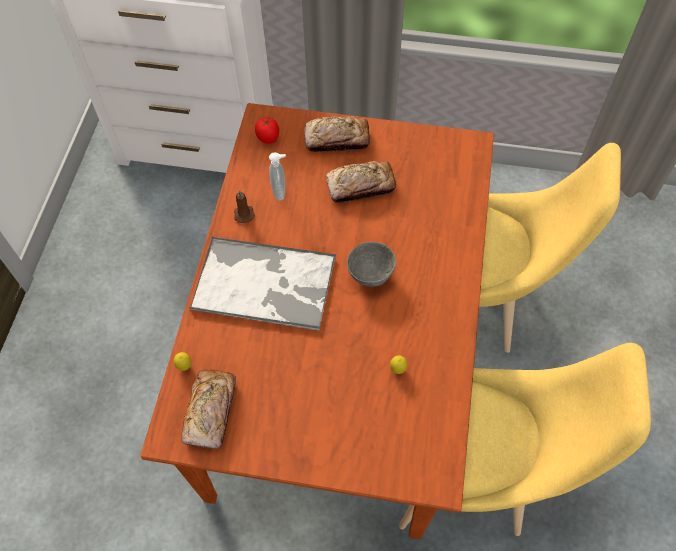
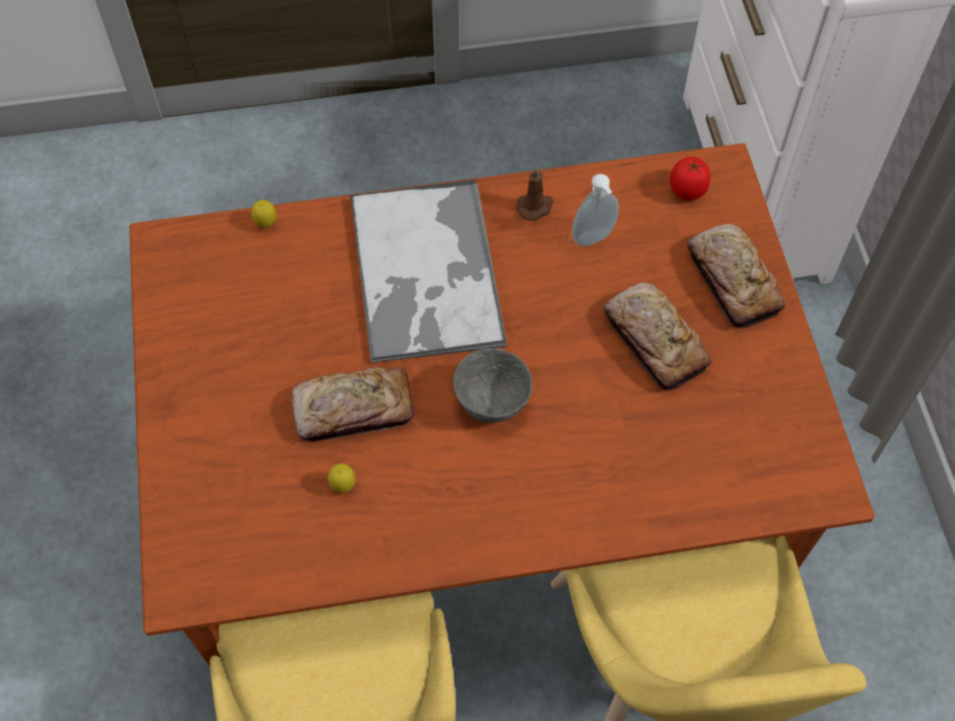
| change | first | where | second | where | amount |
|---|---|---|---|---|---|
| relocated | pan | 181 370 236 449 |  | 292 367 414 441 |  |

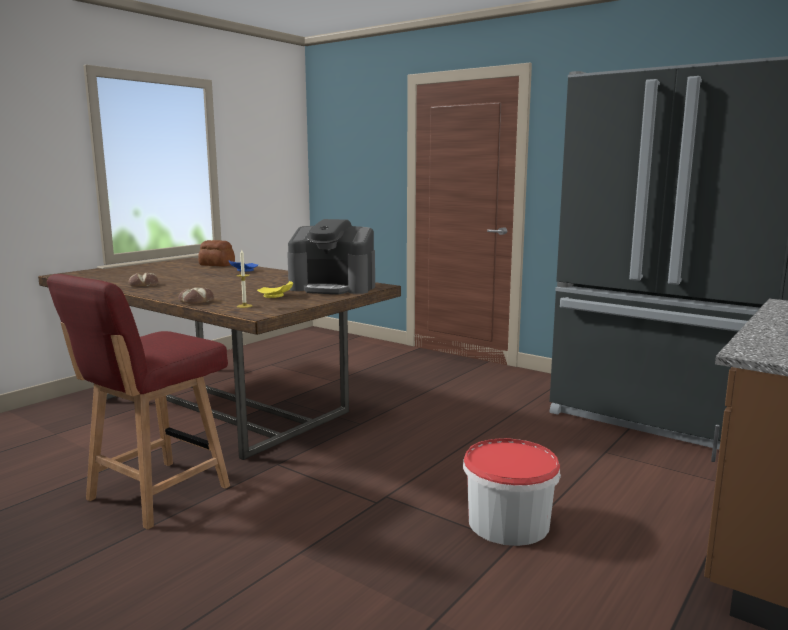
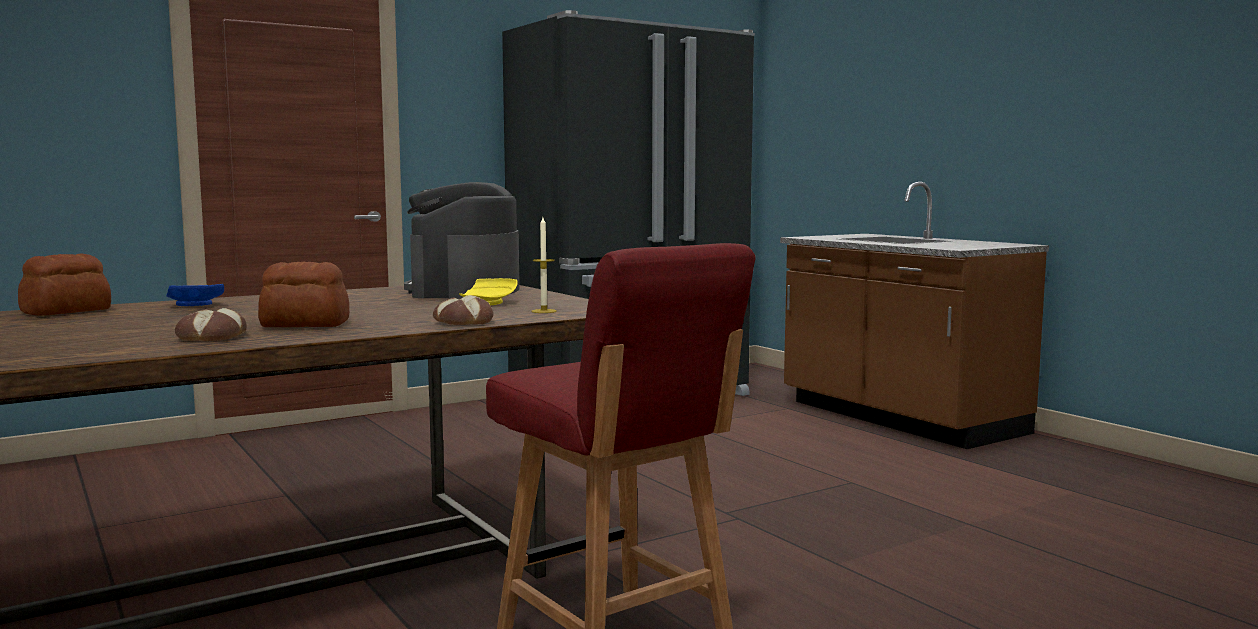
| change | first | where | second | where | amount |
|---|---|---|---|---|---|
| missing | cubo | 463 438 561 546 |  |  |  |
| appeared |  |  | pan | 258 262 349 327 |  |
| spun | cafetera | 287 219 375 294 |  | 404 182 519 299 | 150 degrees clockwise |

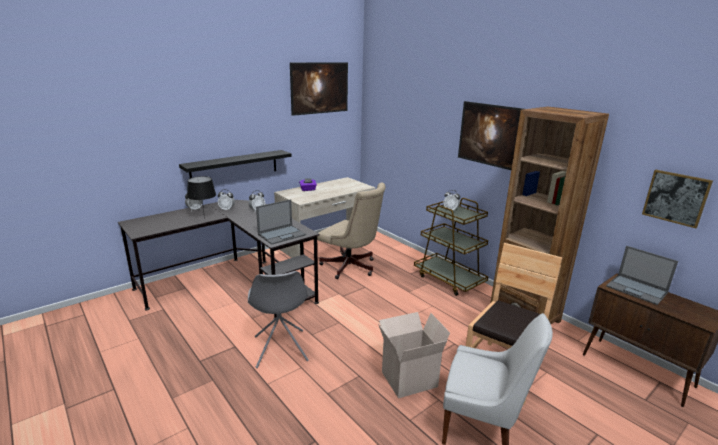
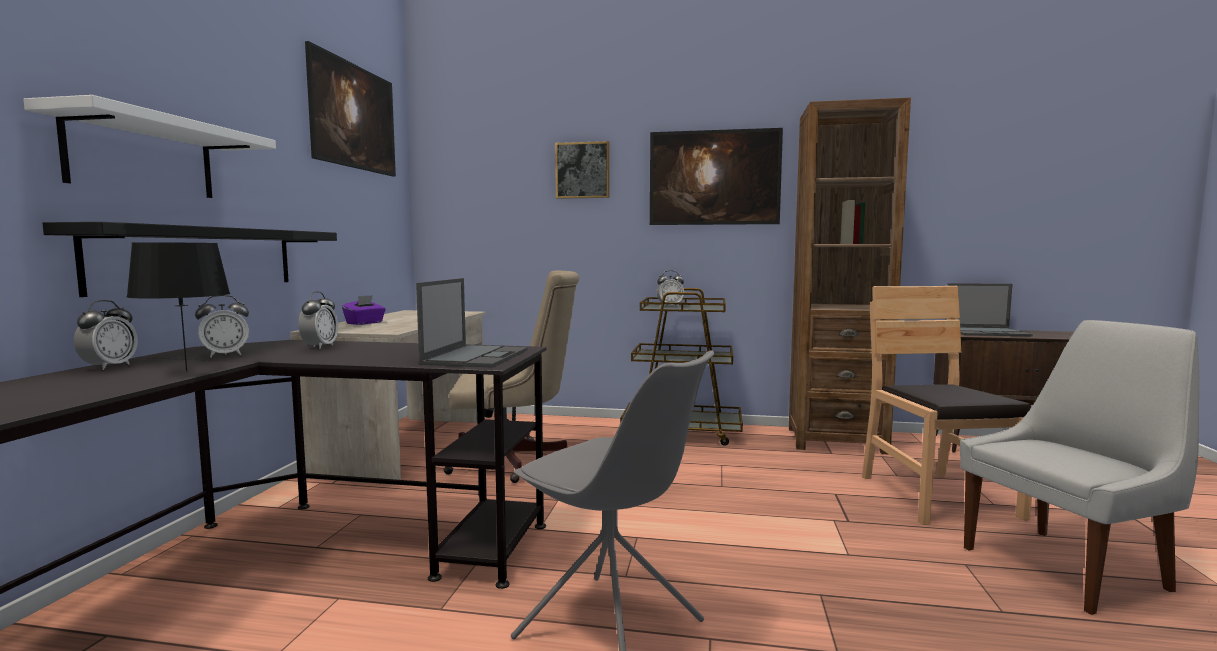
| change | first | where | second | where | amount |
|---|---|---|---|---|---|
| missing | caja de cartón | 378 312 450 398 |  |  |  |
| appeared |  |  | estante [blanco] | 23 95 276 198 |  |
| relocated | cuadro | 642 170 713 228 |  | 555 141 610 199 |  |

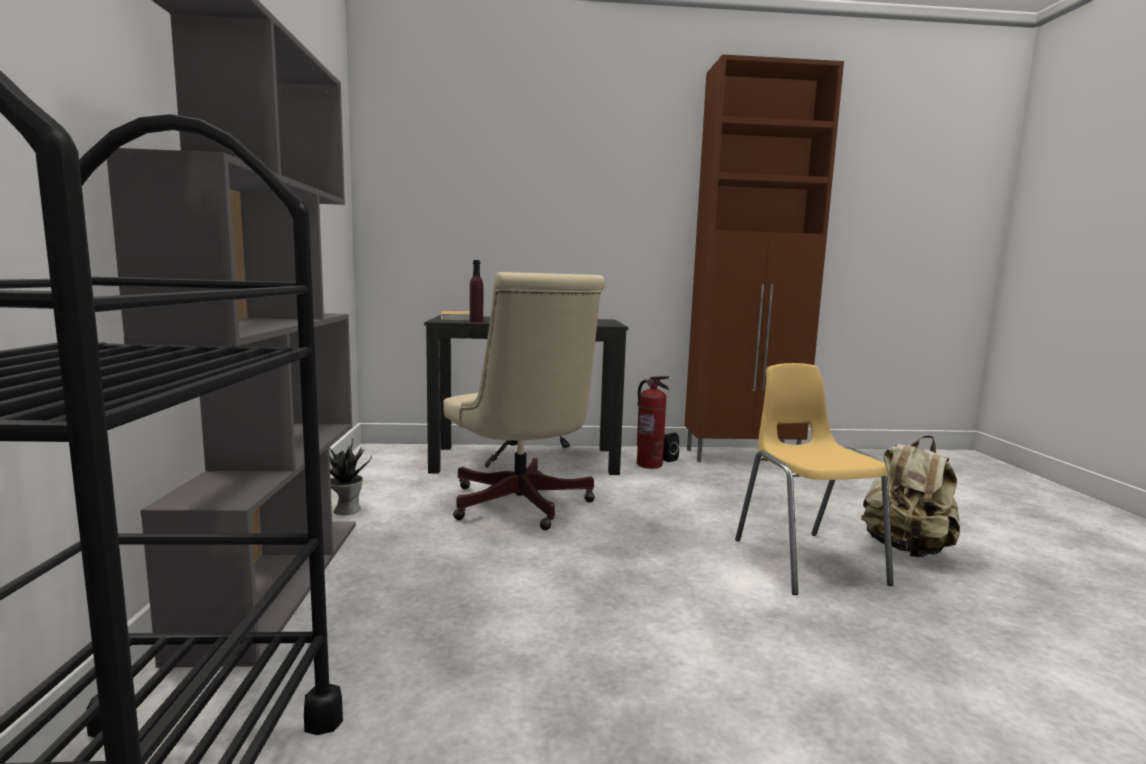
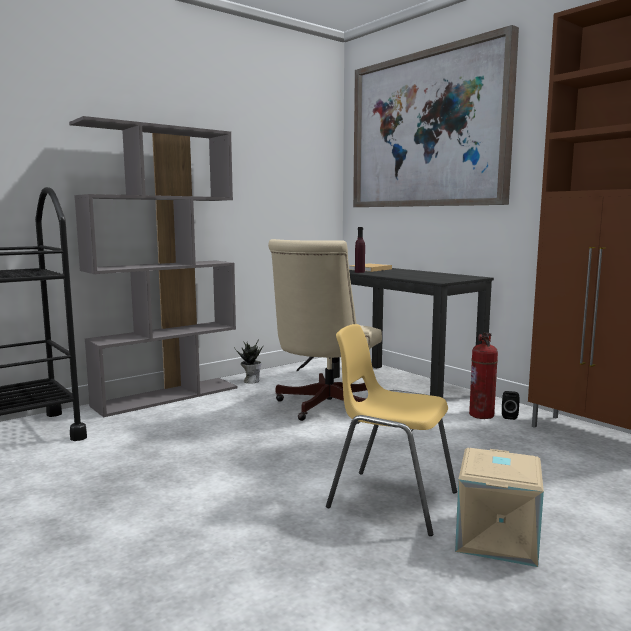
| change | first | where | second | where | amount |
|---|---|---|---|---|---|
| appeared |  |  | cuadro | 353 25 519 207 |  |
| exchanged | mochila [beis] | 861 436 960 557 | caja de almacenaje [beis] | 455 448 544 567 |  |
| spun | silla [amarillo] | 735 363 894 595 |  | 326 324 457 536 | 105 degrees counterclockwise |

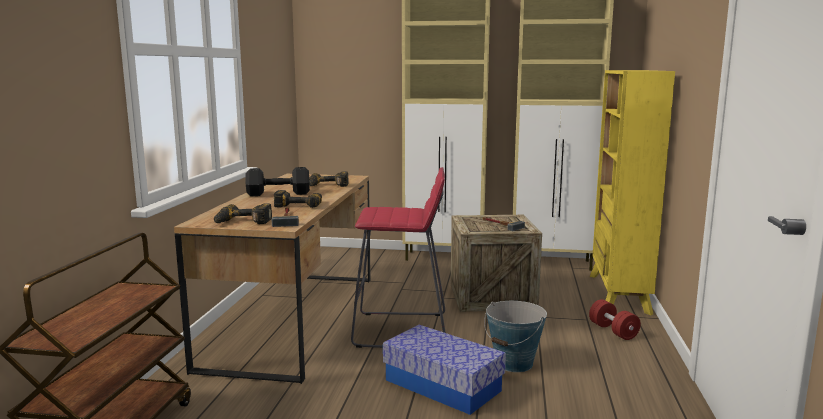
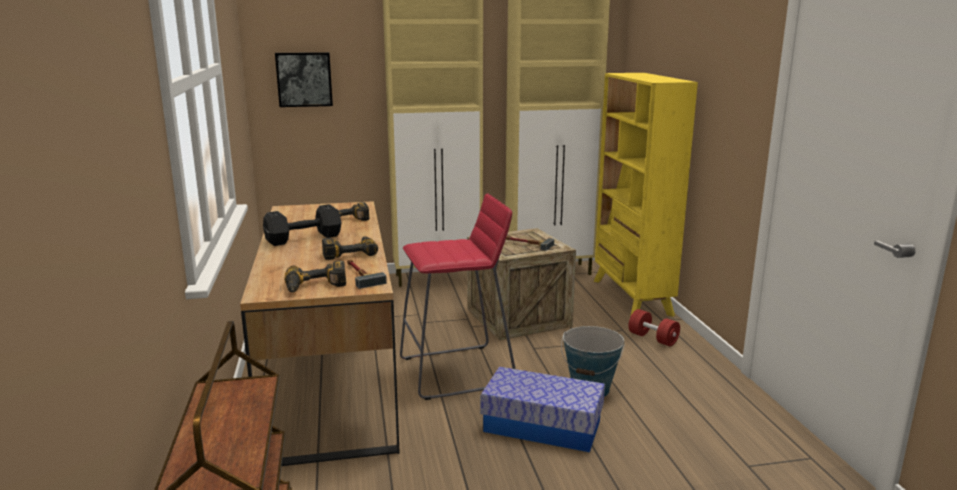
| change | first | where | second | where | amount |
|---|---|---|---|---|---|
| appeared |  |  | cuadro | 275 52 333 107 |  |

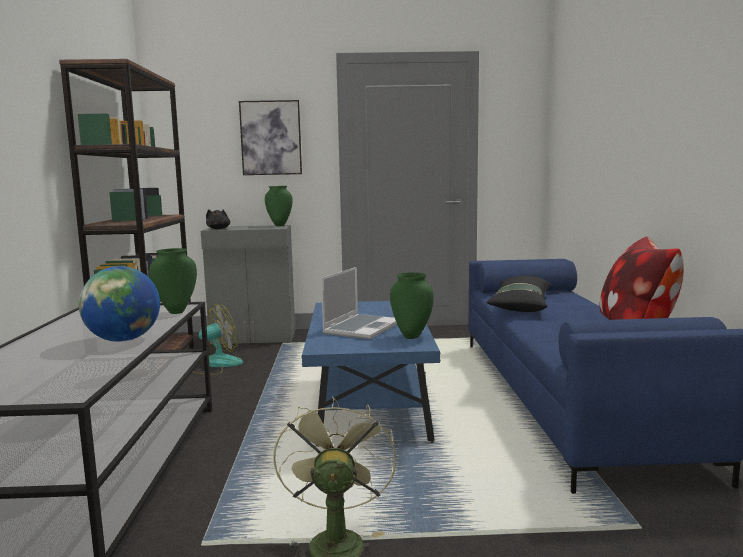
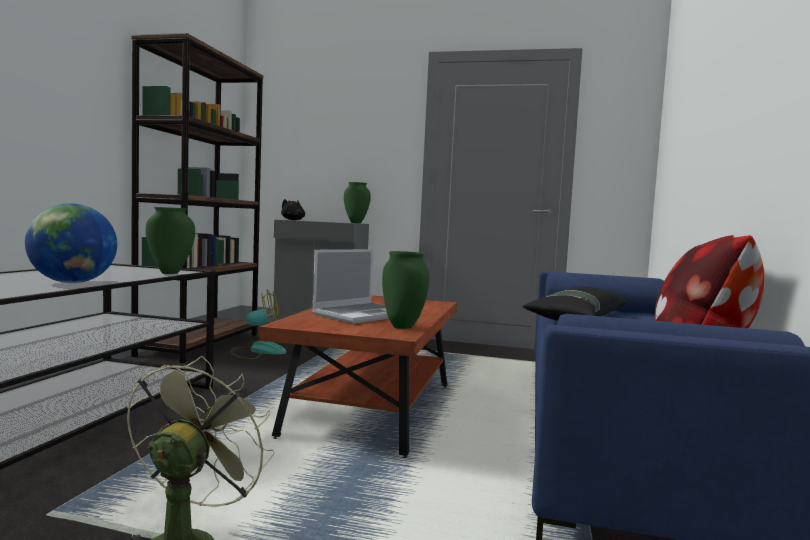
| change | first | where | second | where | amount |
|---|---|---|---|---|---|
| missing | cuadro | 239 100 302 175 |  |  |  |
| colour | mesa de centro [azul] | 302 301 440 447 | mesa de centro [marrón] | 259 296 457 458 |  |

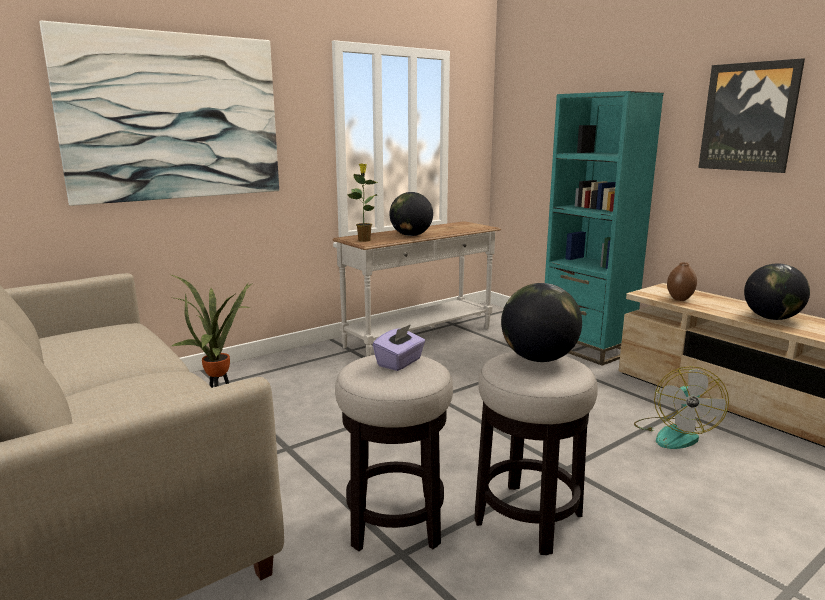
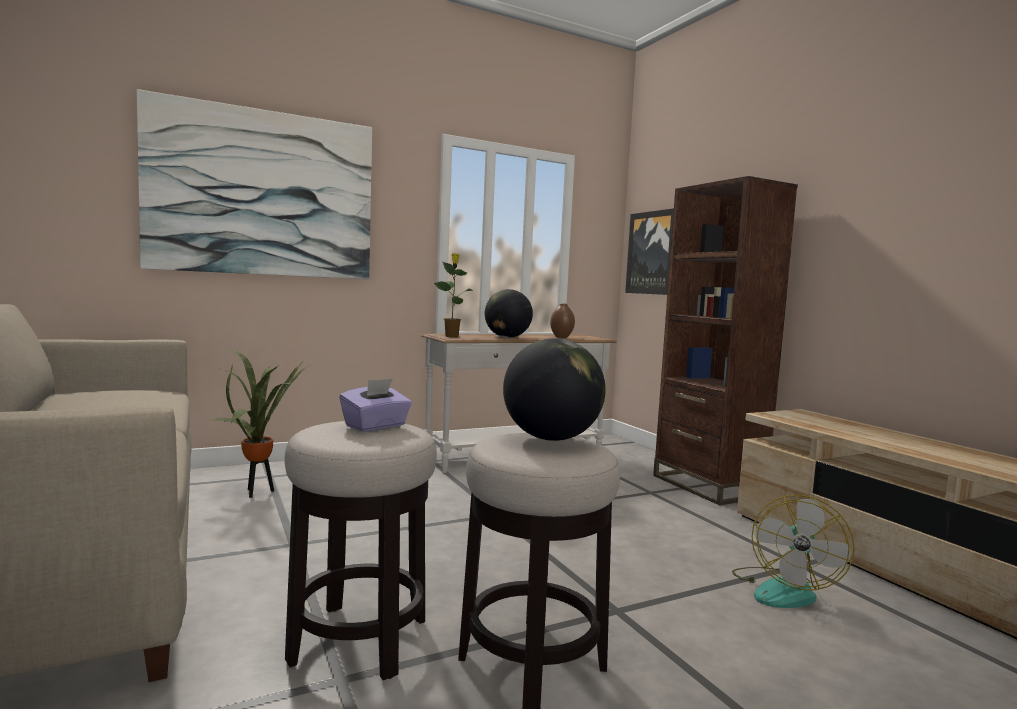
| change | first | where | second | where | amount |
|---|---|---|---|---|---|
| missing | globo terráqueo | 744 264 810 320 |  |  |  |
| relocated | florero [marrón] | 667 262 697 301 |  | 550 303 575 338 |  |
| relocated | cuadro | 698 58 805 173 |  | 625 208 674 295 |  |
| colour | estantería [turquesa] | 545 91 664 366 | estantería [marrón] | 653 176 798 505 |  |

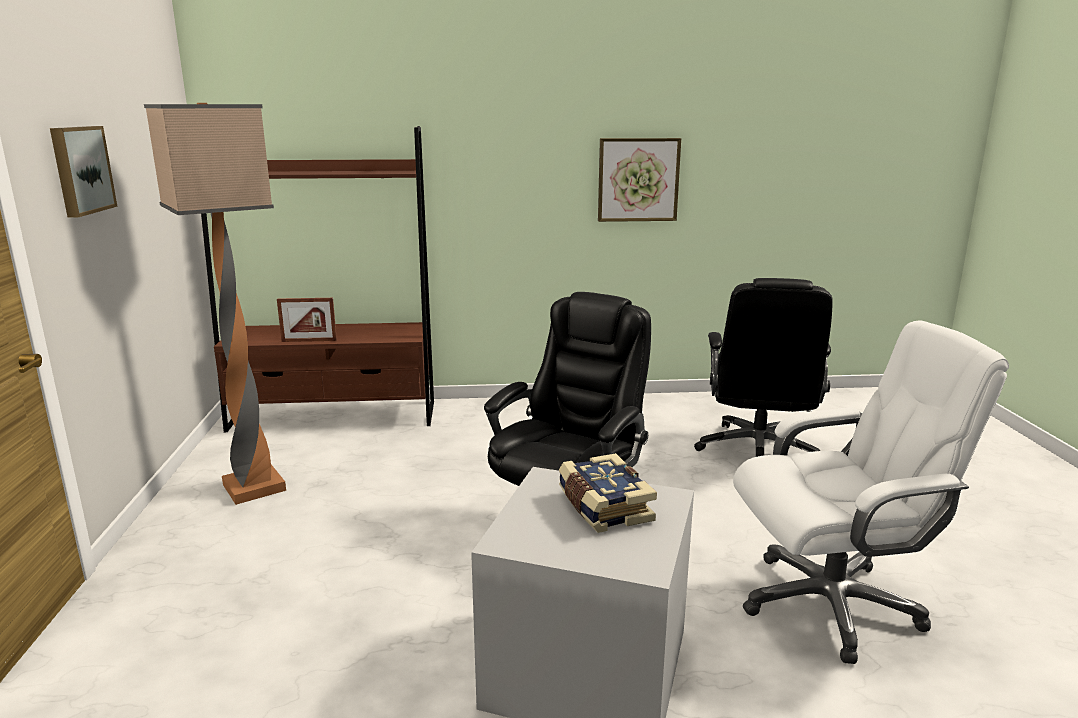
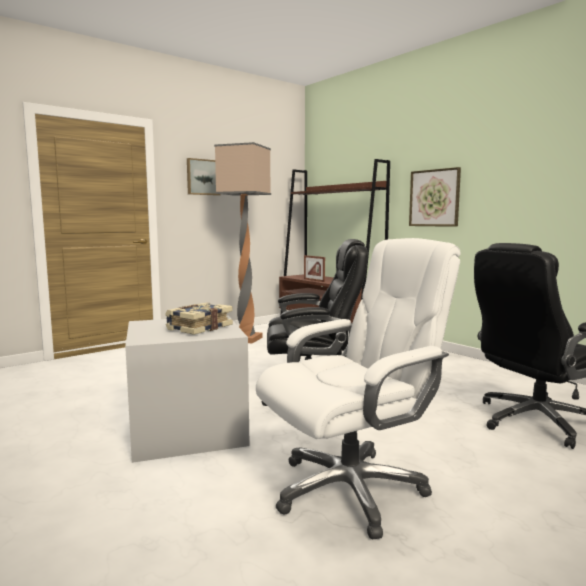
| change | first | where | second | where | amount |
|---|---|---|---|---|---|
| relocated | cuadro | 598 138 681 222 |  | 409 167 461 227 |  |
| spun | silla de oficina [blanco] | 733 320 1009 664 |  | 256 238 461 540 | 75 degrees counterclockwise |

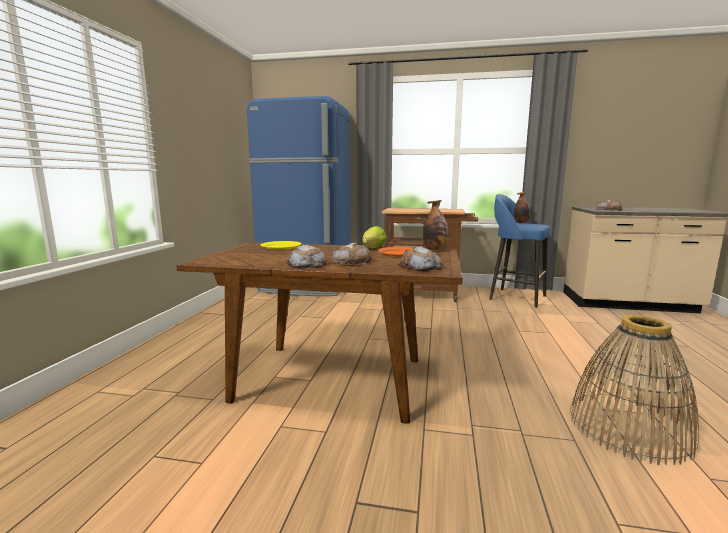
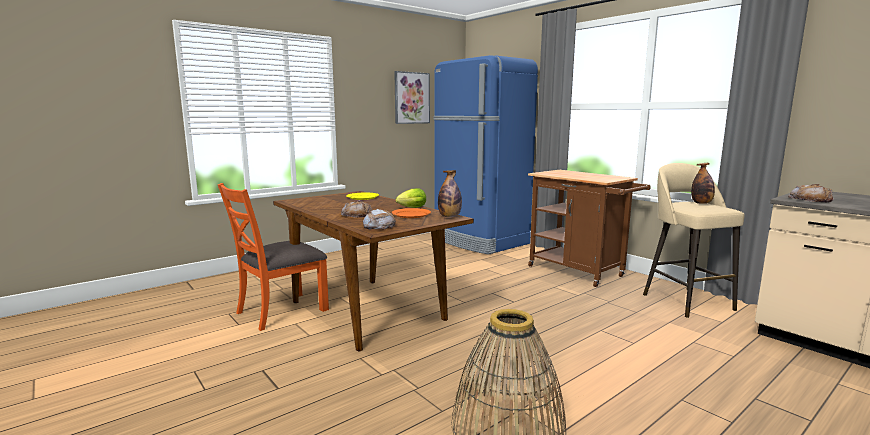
| change | first | where | second | where | amount |
|---|---|---|---|---|---|
| missing | pan | 287 245 327 269 |  |  |  |
| appeared |  |  | silla [naranja] | 218 183 329 331 |  |
| appeared |  |  | cuadro | 394 71 430 124 |  |
| colour | taburete [azul] | 489 194 550 308 | taburete [beis] | 643 163 745 318 |  |

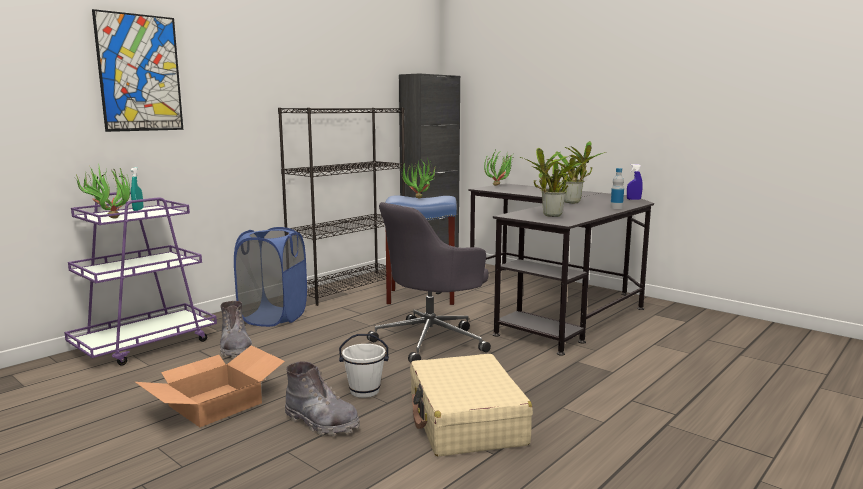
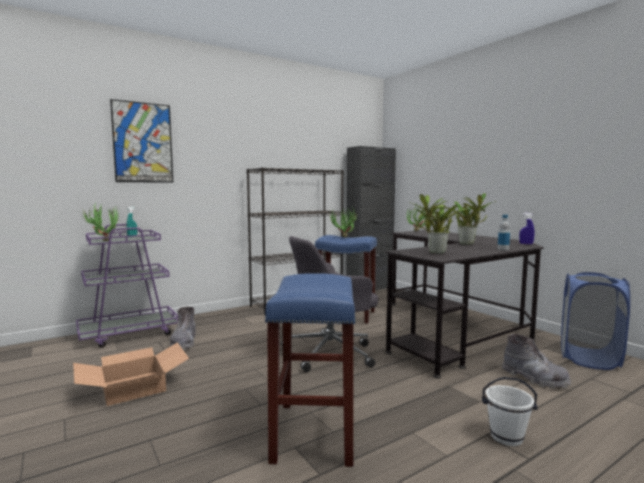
| change | first | where | second | where | amount |
|---|---|---|---|---|---|
| relocated | cesto de la ropa [azul] | 234 227 307 327 |  | 561 272 630 370 |  |
| relocated | bota [gris] | 285 362 360 436 |  | 502 334 571 389 |  |
| relocated | cubo [blanco] | 339 334 389 398 |  | 482 377 538 446 |  |
| exchanged | maleta [beis] | 410 354 533 457 | taburete [azul] | 265 273 356 467 |  |

